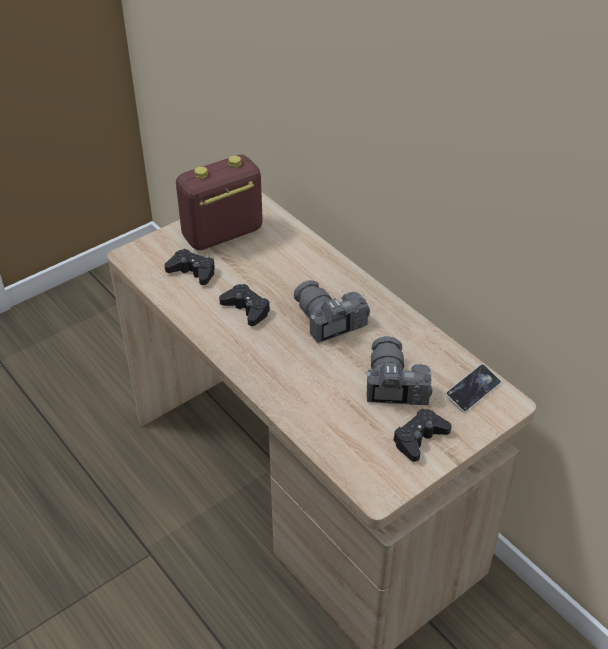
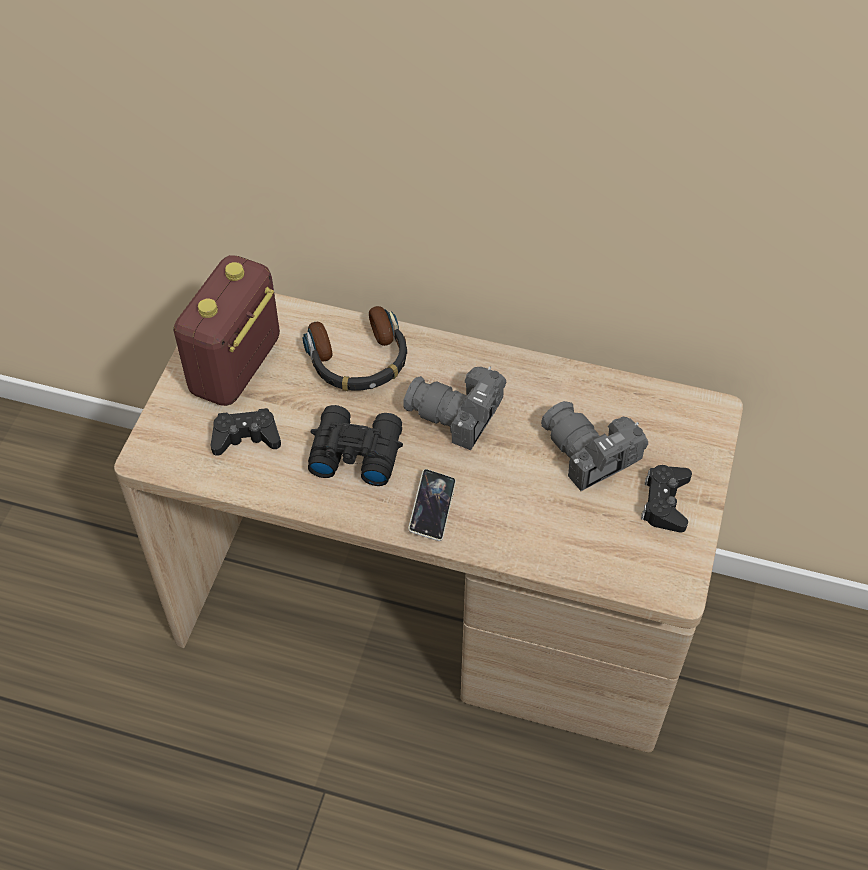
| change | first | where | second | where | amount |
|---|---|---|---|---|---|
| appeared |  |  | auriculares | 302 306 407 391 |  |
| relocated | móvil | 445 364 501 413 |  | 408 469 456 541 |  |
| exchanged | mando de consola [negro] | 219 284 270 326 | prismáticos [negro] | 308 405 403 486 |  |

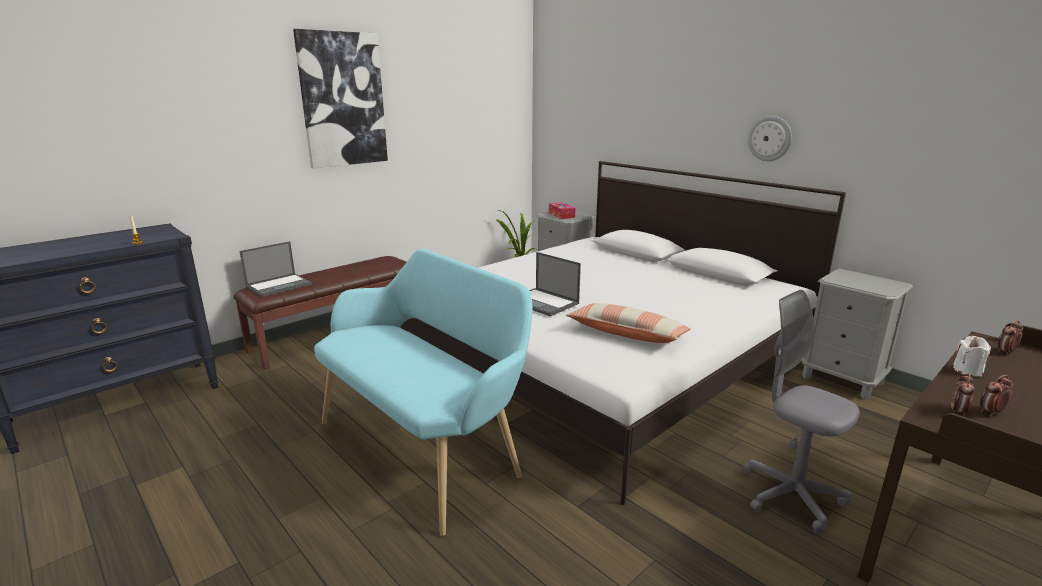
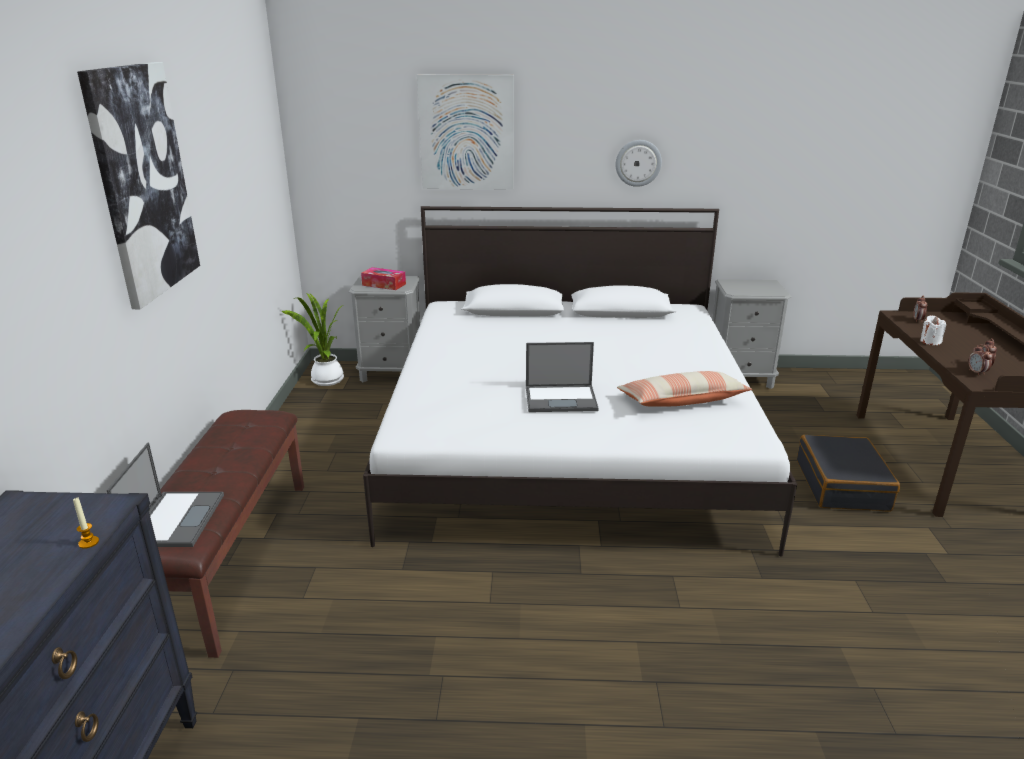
| change | first | where | second | where | amount |
|---|---|---|---|---|---|
| missing | banco [turquesa] | 314 249 533 536 |  |  |  |
| appeared |  |  | cuadro | 417 75 514 190 |  |
| exchanged | silla de oficina [gris] | 742 290 860 534 | maleta [negro] | 797 435 900 512 |  |

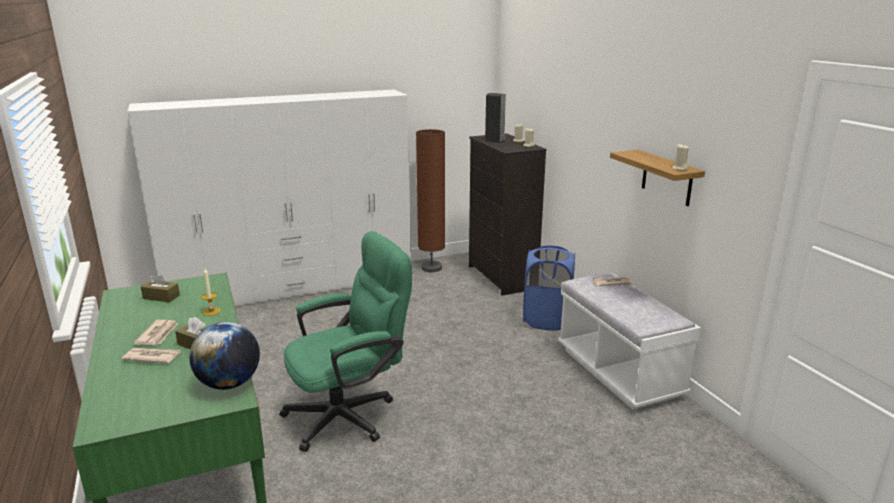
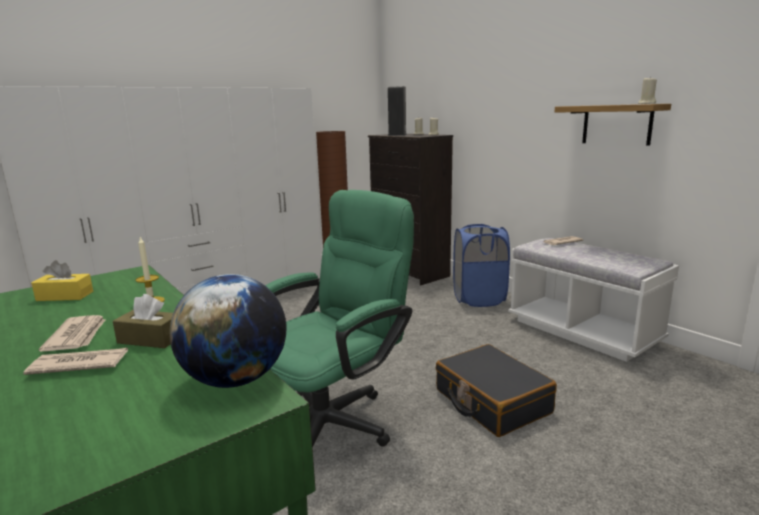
| change | first | where | second | where | amount |
|---|---|---|---|---|---|
| appeared |  |  | maleta [negro] | 436 344 557 437 |  |
| colour | caja de pañuelos [marrón] | 141 273 180 302 | caja de pañuelos [amarillo] | 31 260 93 301 |  |

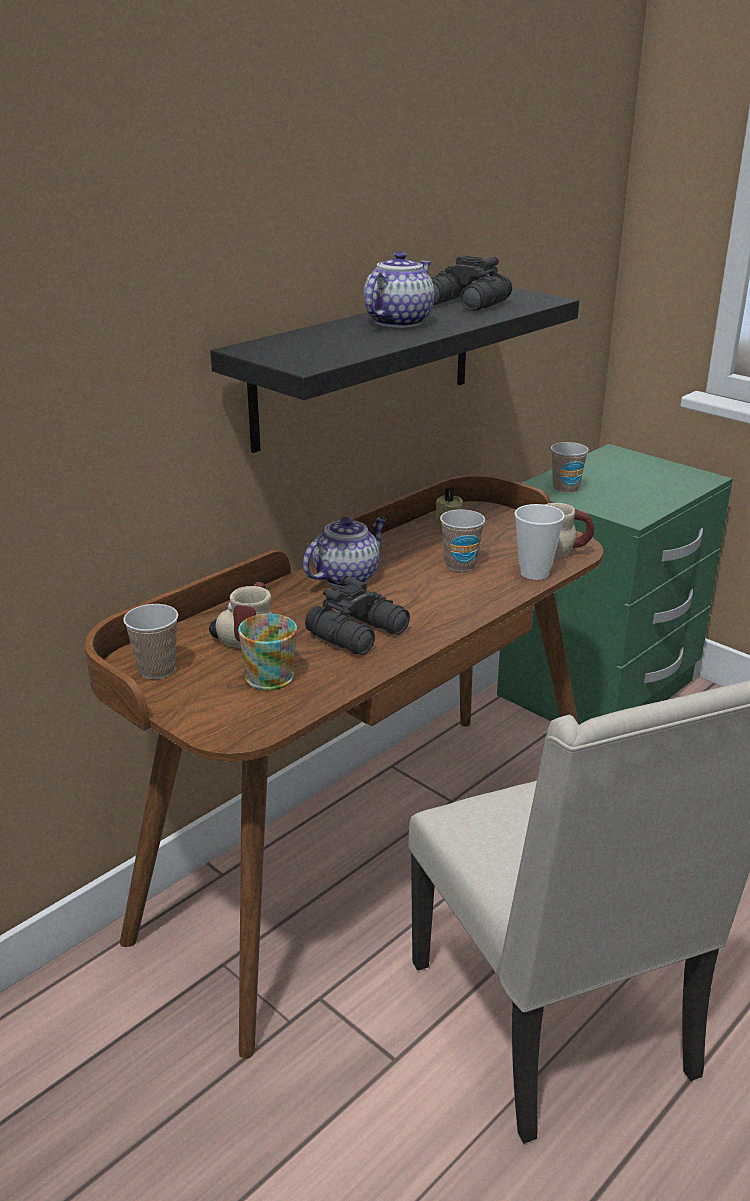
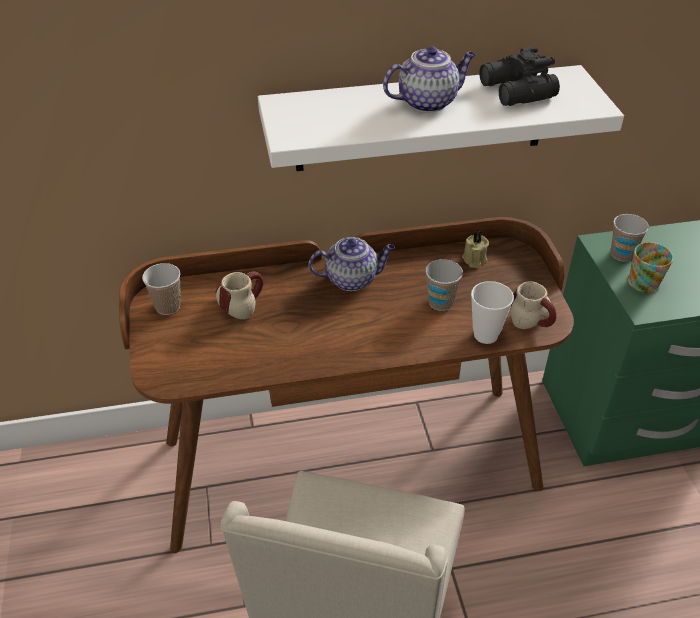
| change | first | where | second | where | amount |
|---|---|---|---|---|---|
| missing | prismáticos [negro] | 305 575 410 655 |  |  |  |
| relocated | taza grande | 238 614 297 691 |  | 628 242 673 293 |  |
| colour | estante [negro] | 210 288 579 453 | estante [blanco] | 258 65 624 171 |  |

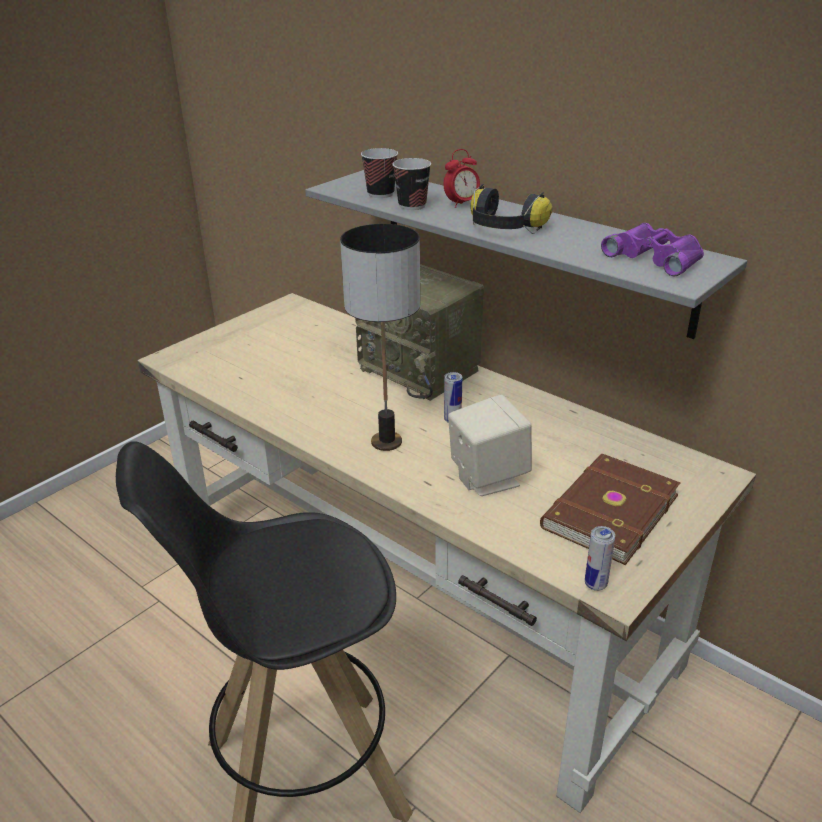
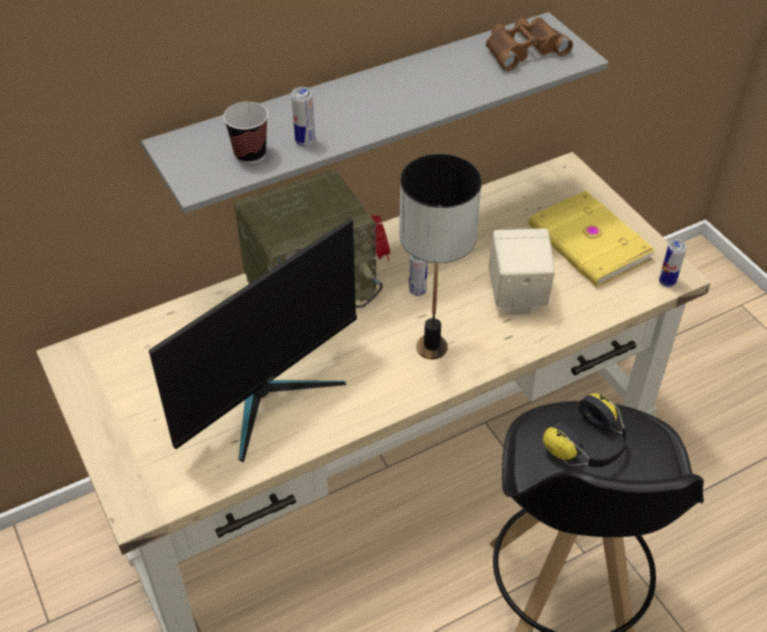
| change | first | where | second | where | amount |
|---|---|---|---|---|---|
| appeared |  |  | monitor | 149 219 357 462 |  |
| relocated | despertador | 444 149 480 208 |  | 371 215 390 262 |  |
| relocated | auriculares | 471 184 552 234 |  | 543 393 628 467 |  |
| exchanged | taza | 392 158 431 210 | lata | 291 87 315 147 |  |
| colour | libro [marrón] | 540 454 681 565 | libro [amarillo] | 529 191 655 287 |  |
| colour | prismáticos [morado] | 601 223 704 277 | prismáticos [marrón] | 486 17 573 71 |  |

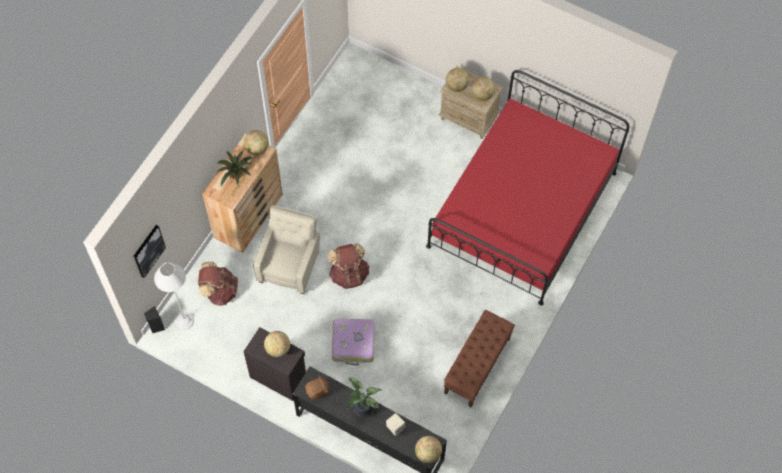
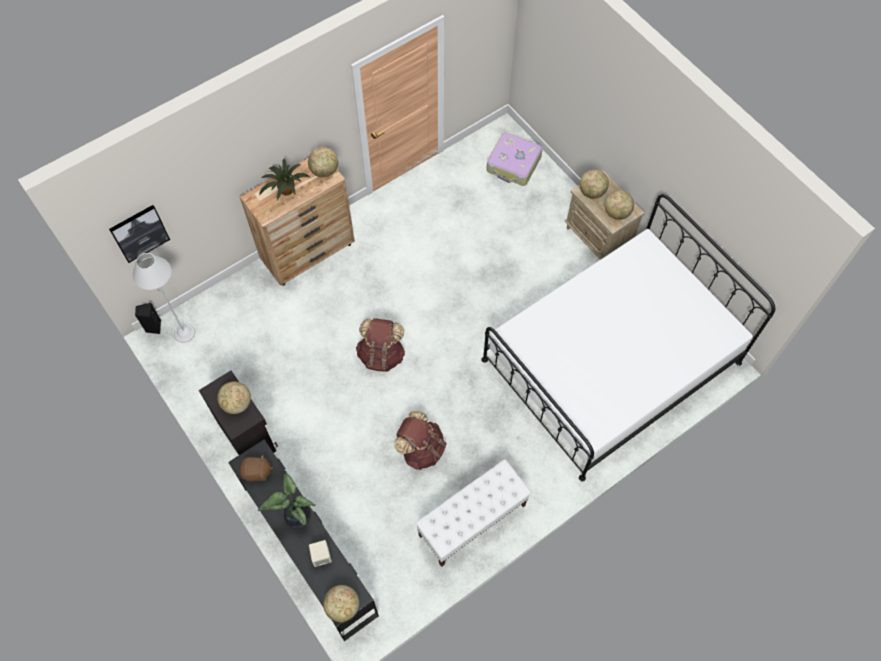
| change | first | where | second | where | amount |
|---|---|---|---|---|---|
| missing | sillón [beis] | 253 205 320 294 |  |  |  |
| relocated | mochila [marrón] | 198 262 238 306 |  | 394 411 447 470 |  |
| relocated | maleta | 332 318 375 366 |  | 486 133 543 186 |  |
| colour | cama [rojo] | 426 70 630 305 | cama [blanco] | 481 194 775 481 |  |
| colour | banco [marrón] | 444 310 515 408 | banco [blanco] | 416 459 532 567 |  |

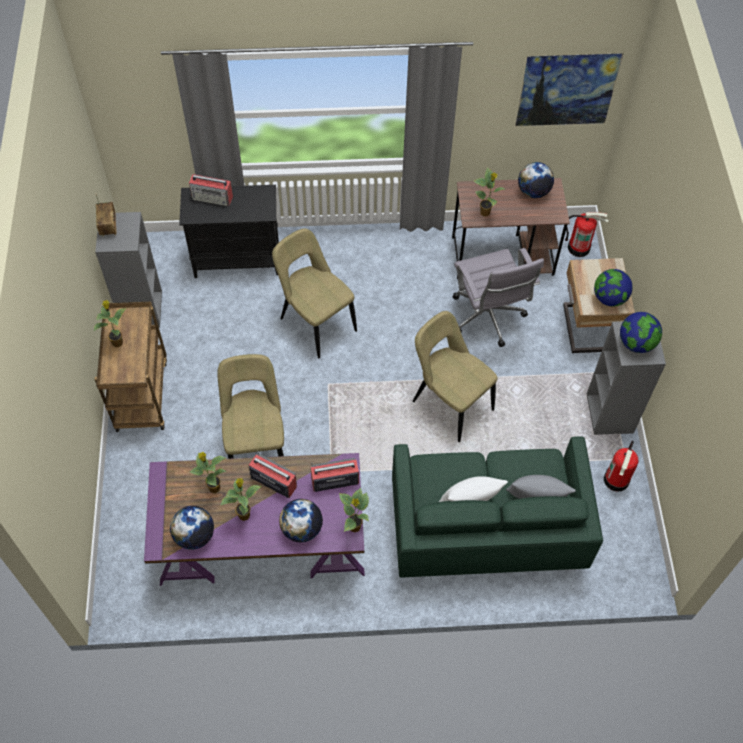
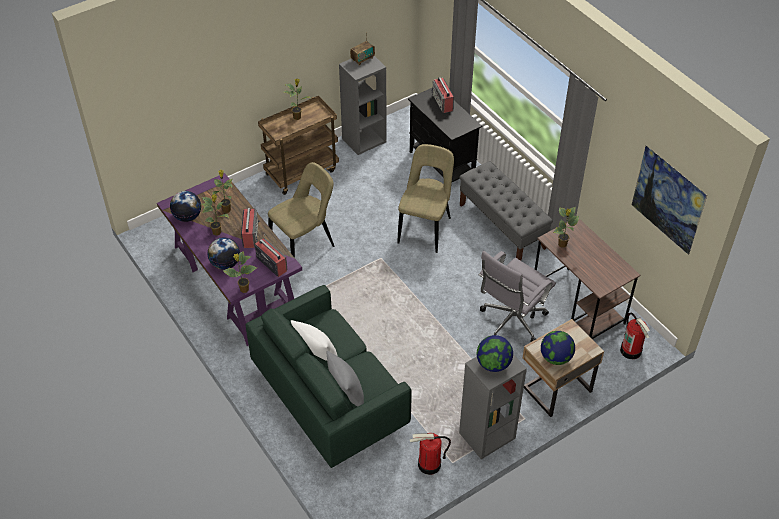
| change | first | where | second | where | amount |
|---|---|---|---|---|---|
| missing | silla [beis] | 413 311 498 442 |  |  |  |
| missing | globo terráqueo | 518 162 554 198 |  |  |  |
| appeared |  |  | banco [gris] | 459 161 553 261 |  |

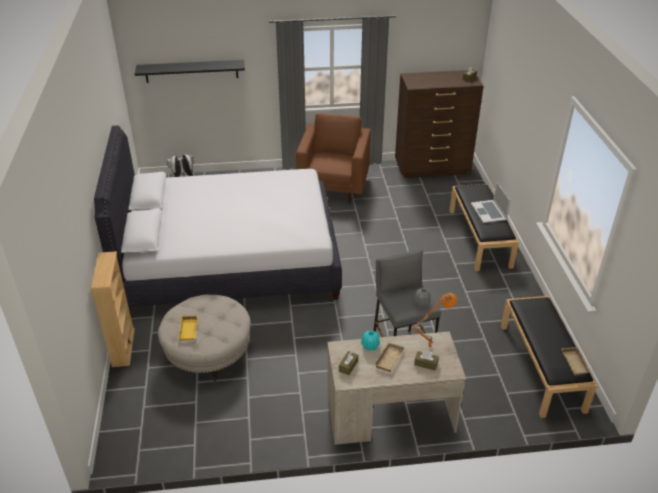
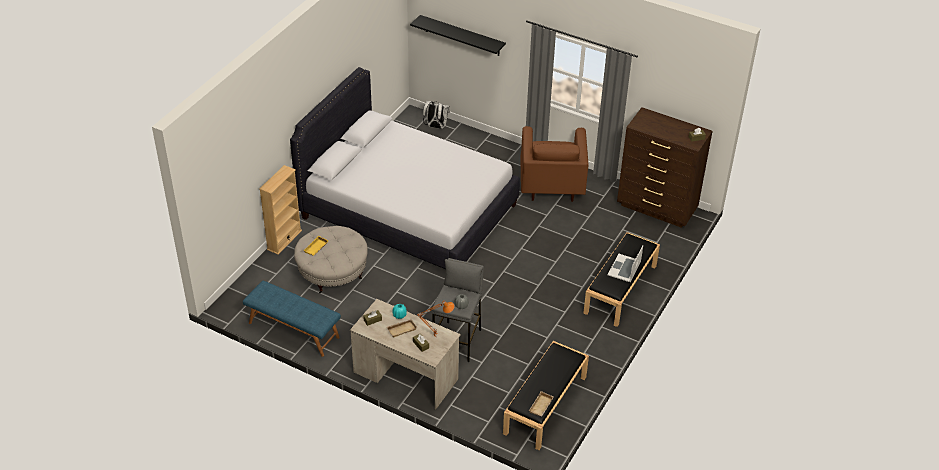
| change | first | where | second | where | amount |
|---|---|---|---|---|---|
| appeared |  |  | banco [azul] | 243 281 341 357 |  |
| spun | sillón [marrón] | 296 113 371 203 |  | 520 126 589 202 | 135 degrees clockwise |

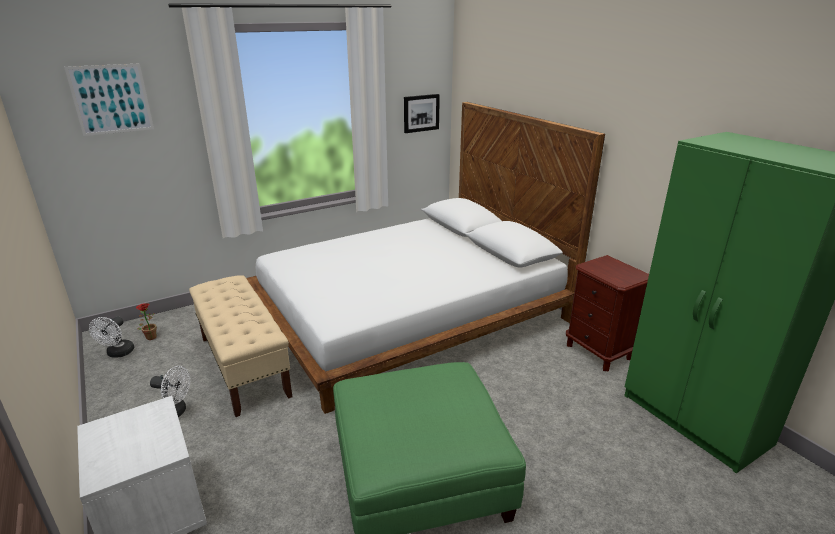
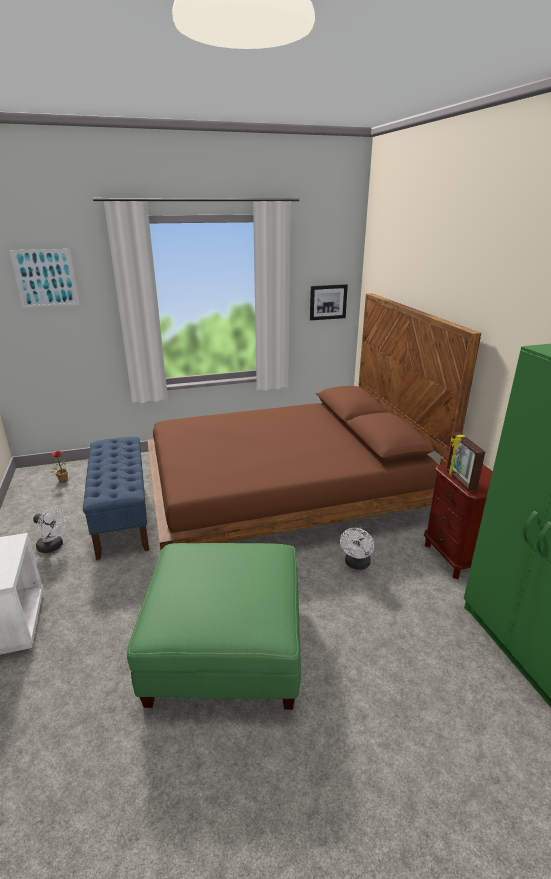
| change | first | where | second | where | amount |
|---|---|---|---|---|---|
| appeared |  |  | portarretratos | 447 432 485 492 |  |
| relocated | ventilador [blanco] | 89 316 134 358 |  | 340 526 374 570 |  |
| colour | banco [beis] | 189 275 292 417 | banco [azul] | 83 437 149 560 |  |
| colour | cama [blanco] | 246 102 605 414 | cama [marrón] | 147 293 481 550 |  |

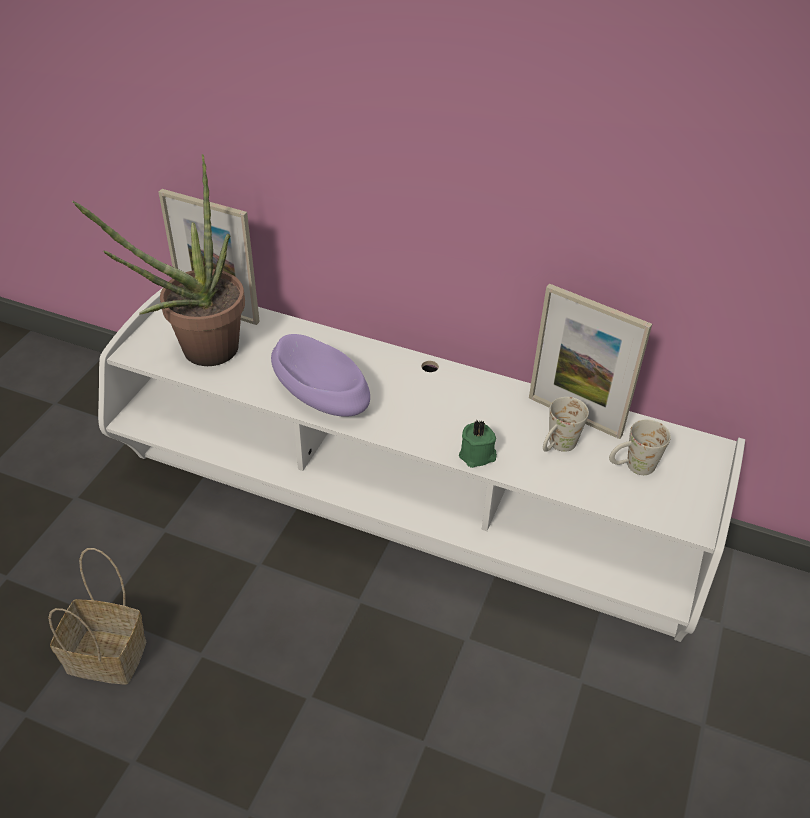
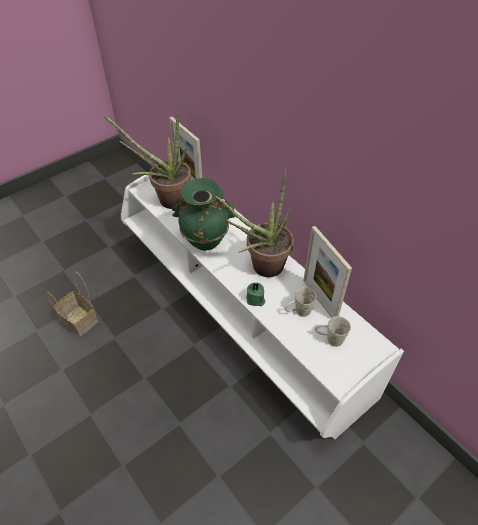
| change | first | where | second | where | amount |
|---|---|---|---|---|---|
| appeared |  |  | planta en maceta | 215 167 294 277 |  |
| exchanged | cuenco [morado] | 271 334 370 417 | florero [verde] | 172 178 235 251 |  |

